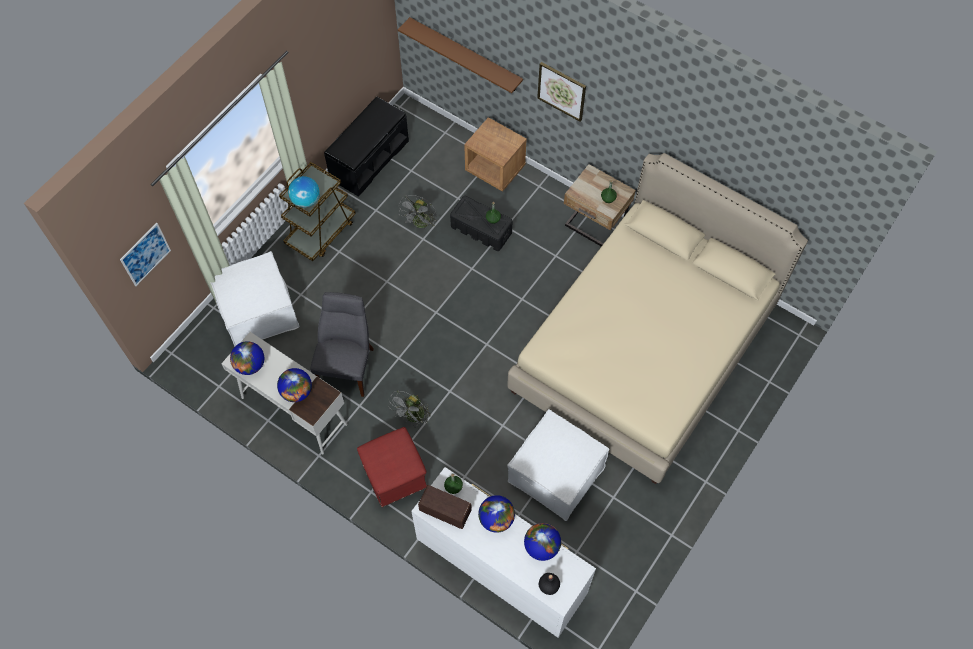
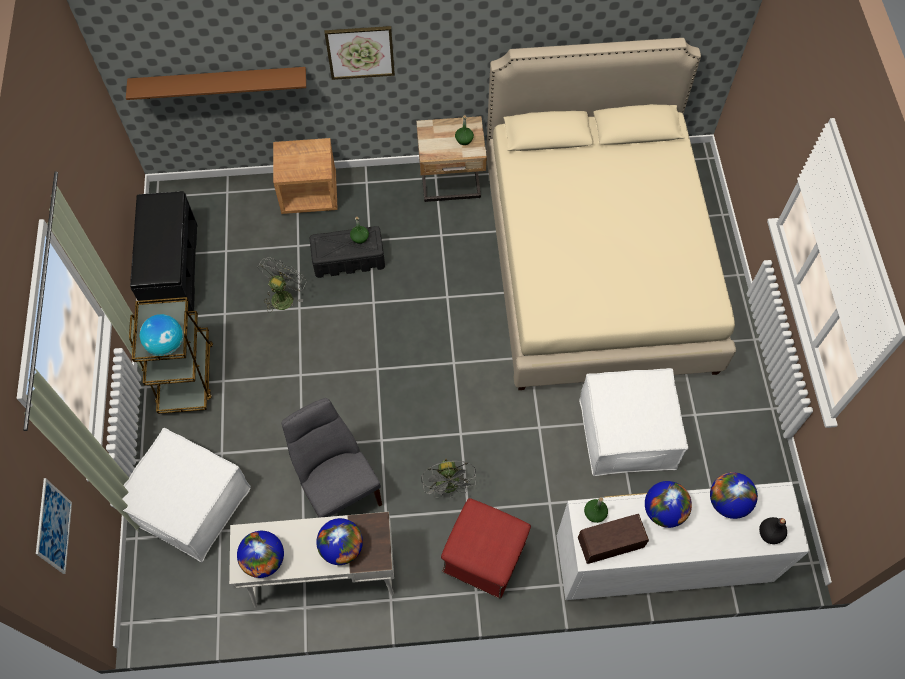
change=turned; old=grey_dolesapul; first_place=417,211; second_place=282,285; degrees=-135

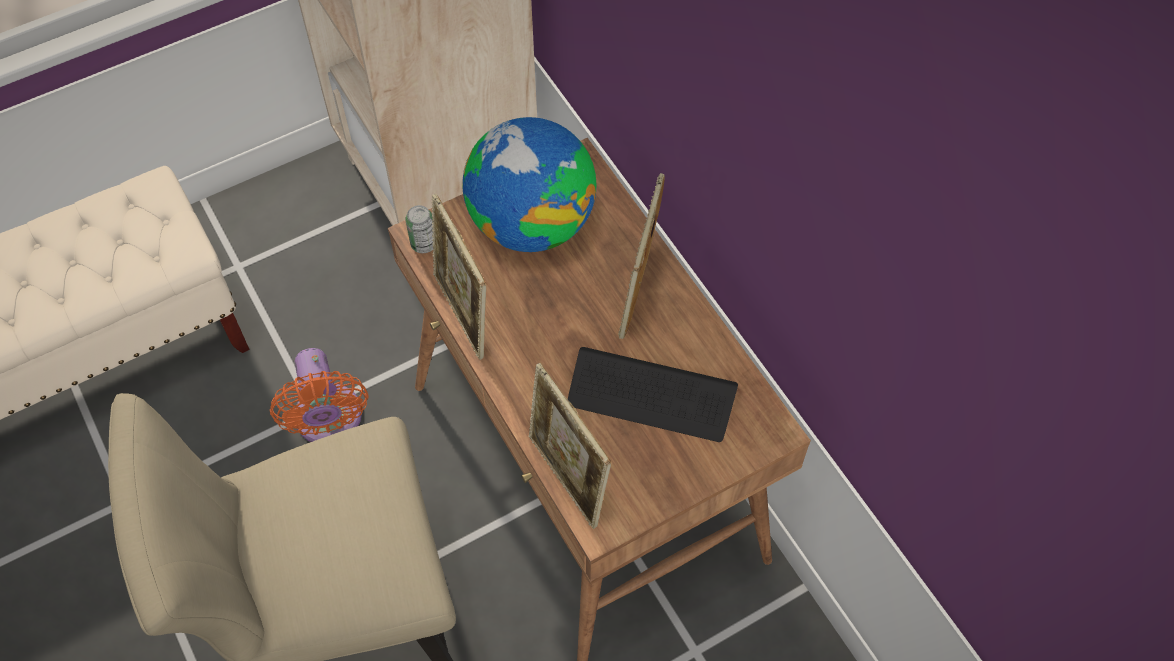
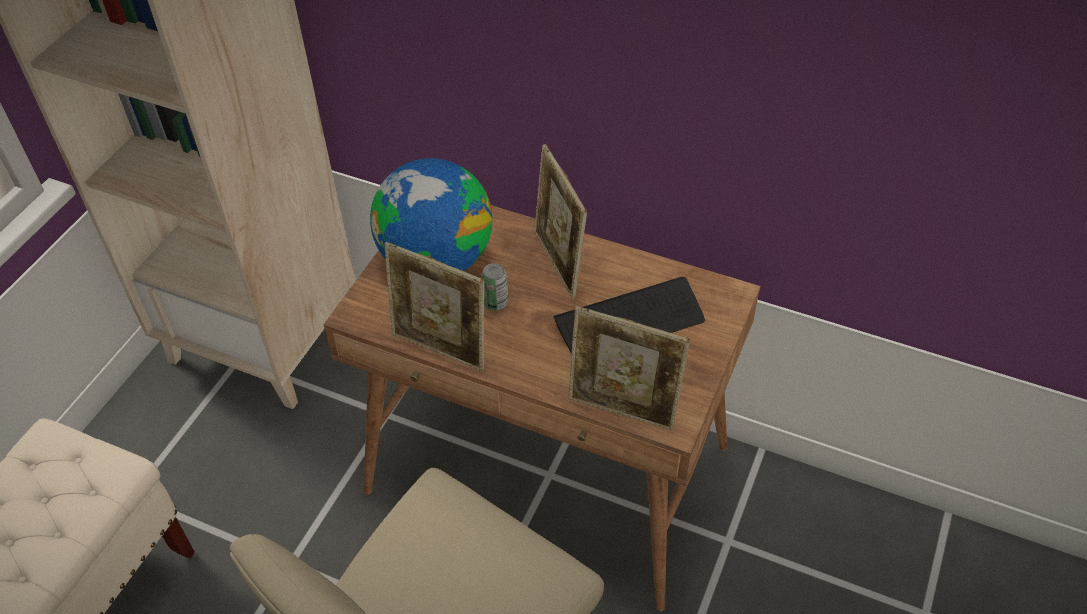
change=removed; old=orange_dolesapul; first_place=319,395
change=moved; old=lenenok; first_place=419,229; second_place=494,286

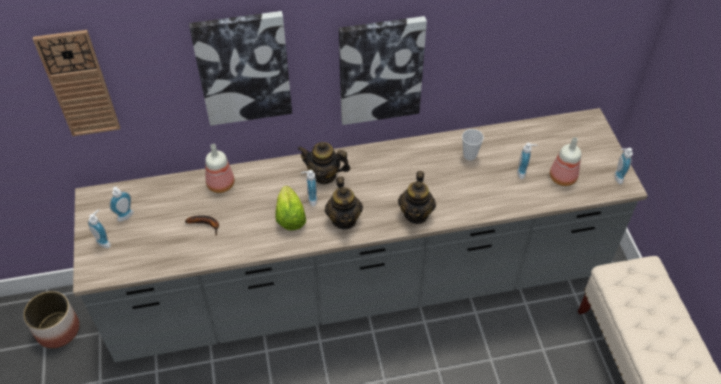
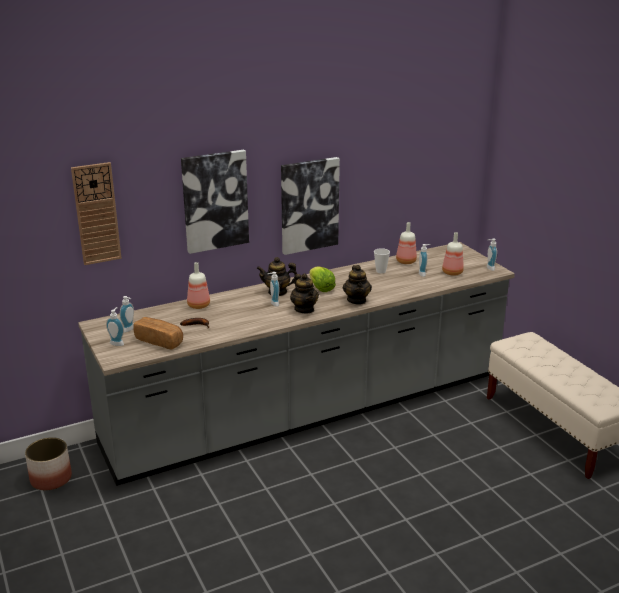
change=moved; old=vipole; first_place=290,208; second_place=323,279
change=added; new=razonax; second_place=158,333
change=added; new=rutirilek; second_place=406,243

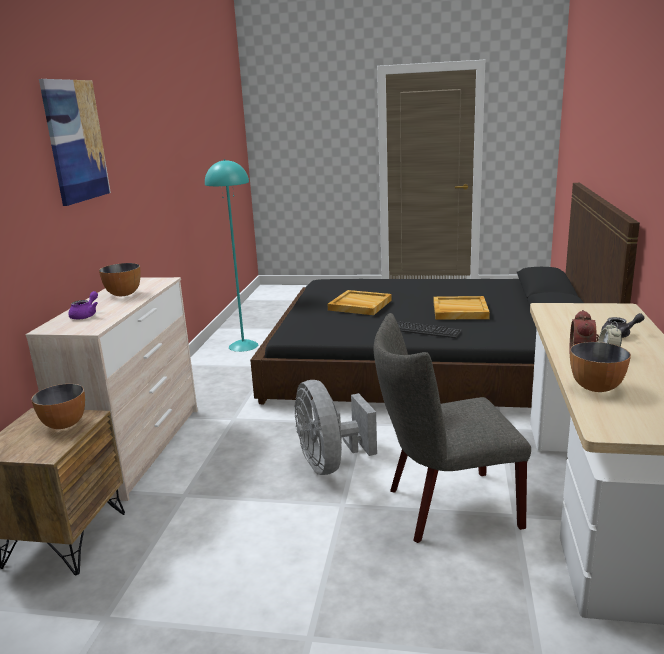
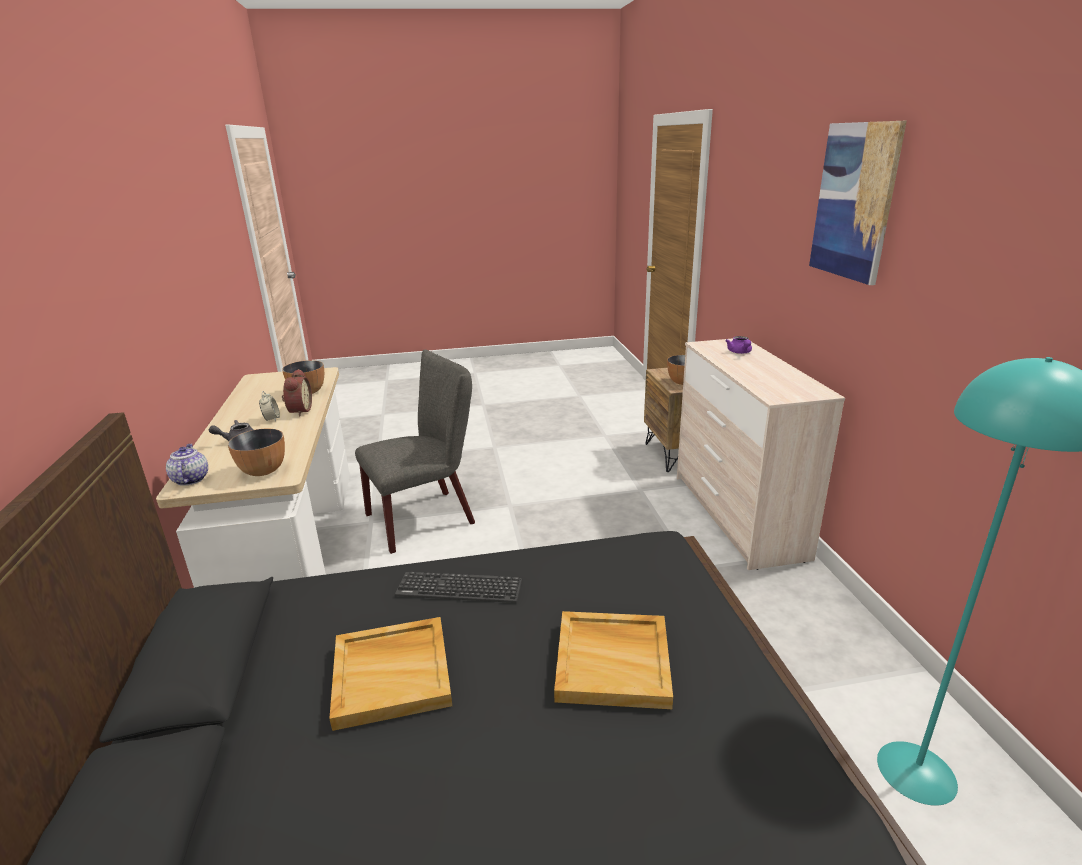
change=moved; old=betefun; first_place=120,279; second_place=256,452
change=removed; old=grey_dolesapul; first_place=335,427
change=added; new=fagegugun; second_place=187,465

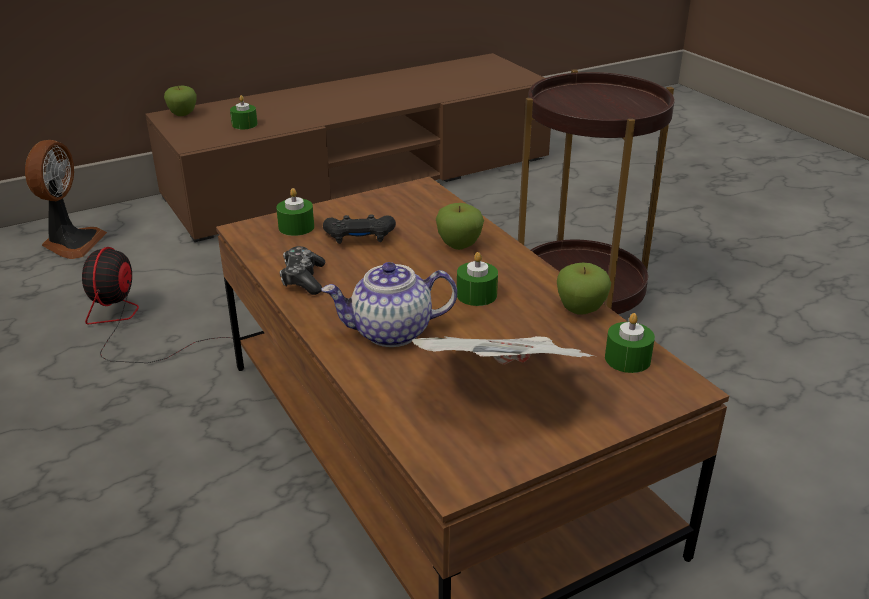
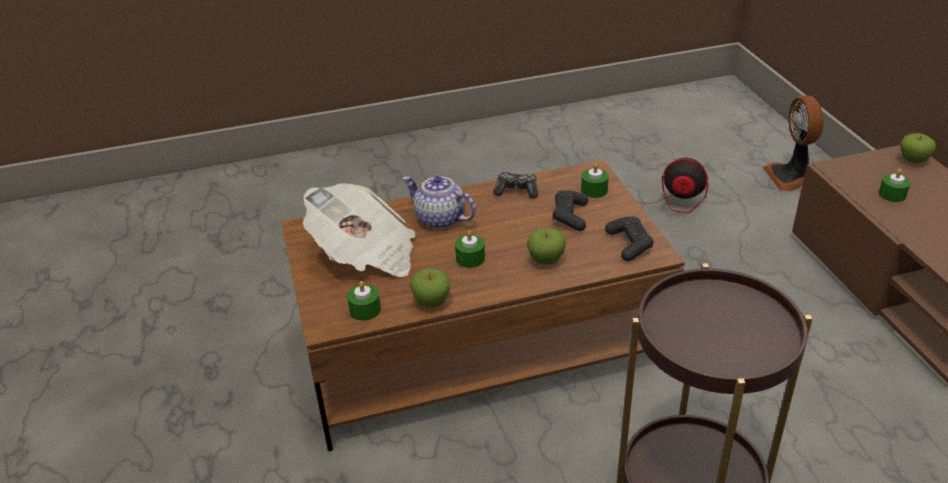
change=turned; old=dolesapul; first_place=66,199; second_place=793,143; degrees=60
change=turned; old=fagegugun; first_place=389,304; second_place=439,202; degrees=-60
change=added; new=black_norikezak; second_place=629,238

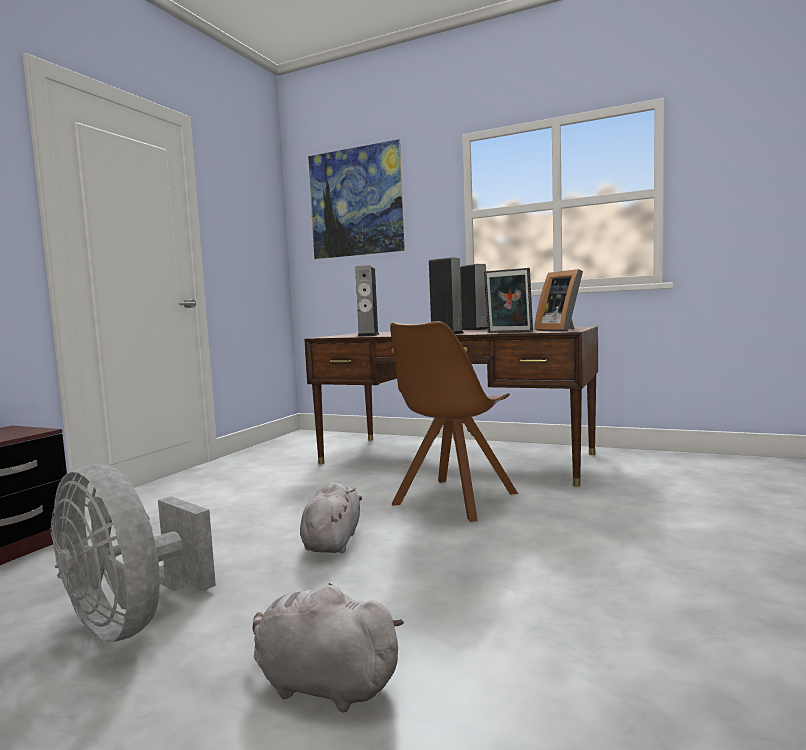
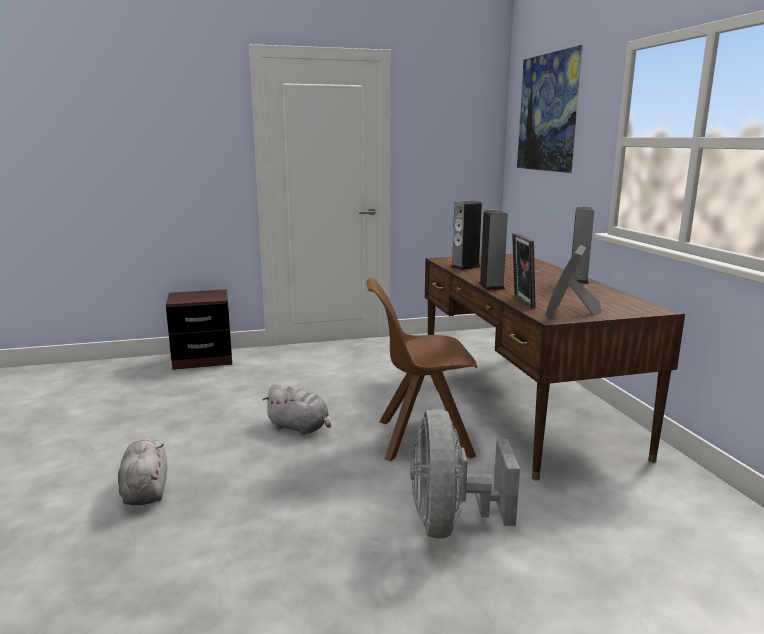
change=moved; old=grey_dolesapul; first_place=133,553; second_place=465,474
change=turned; old=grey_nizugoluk; first_place=331,517; second_place=297,409; degrees=60

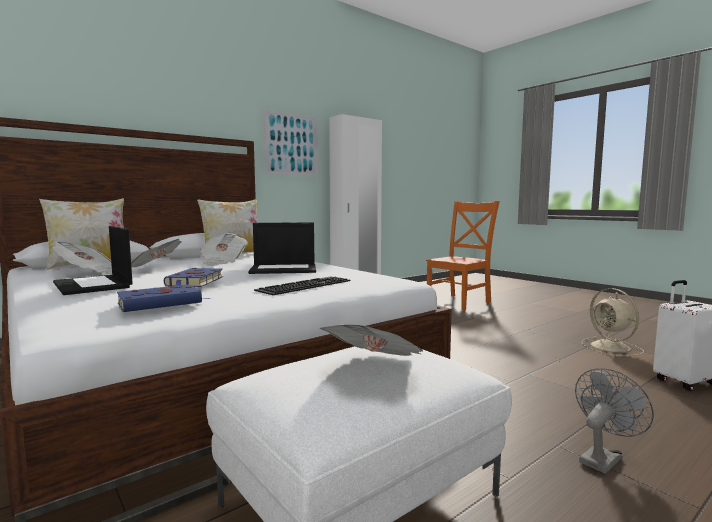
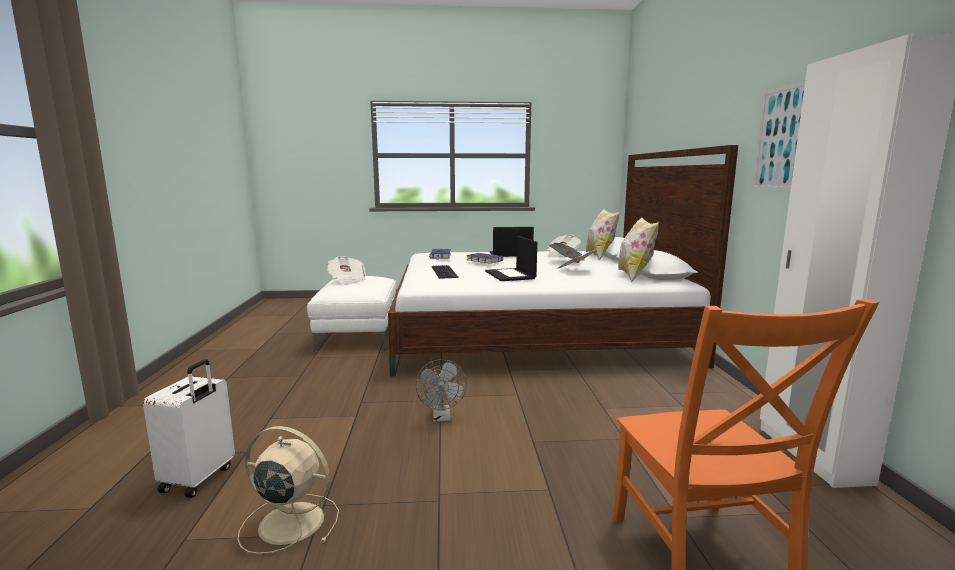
change=turned; old=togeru; first_place=282,248; second_place=511,258; degrees=-45
change=moved; old=grey_dolesapul; first_place=614,421; second_place=441,391

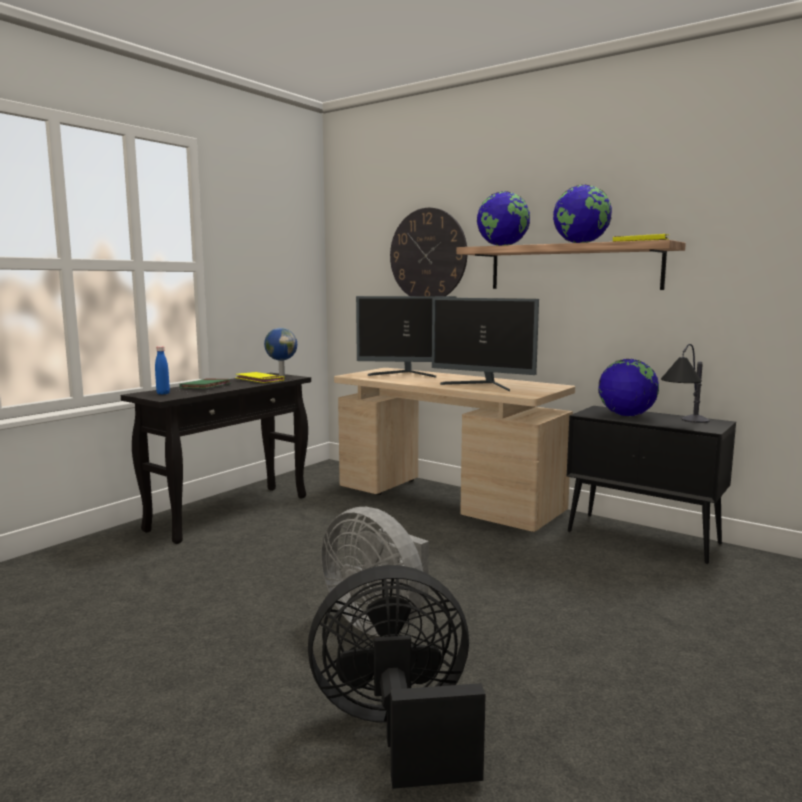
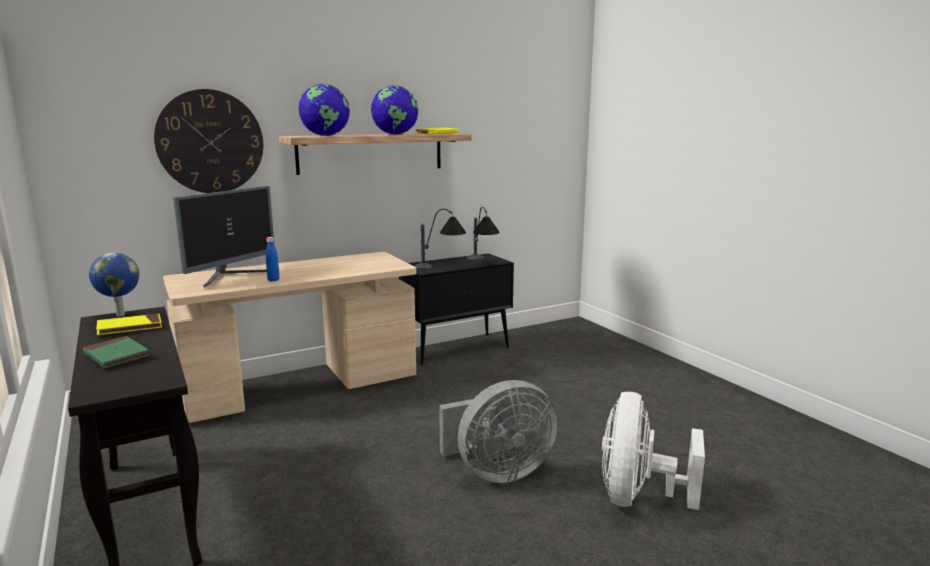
change=moved; old=blue_rutirilek; first_place=162,370; second_place=272,259
change=recoloured; old=black_dolesapul; new=white_dolesapul; first_place=397,677; second_place=653,451
change=removed; old=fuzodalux; first_place=485,344
change=replaced; old=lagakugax; new=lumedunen; first_place=628,387; second_place=440,239

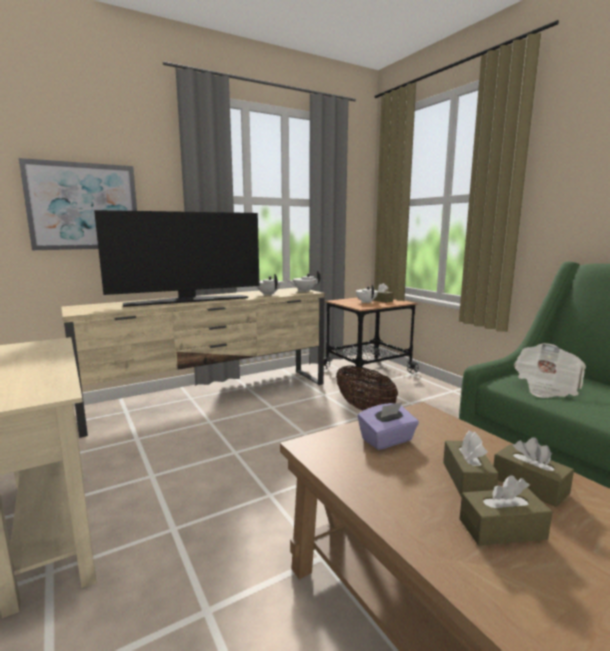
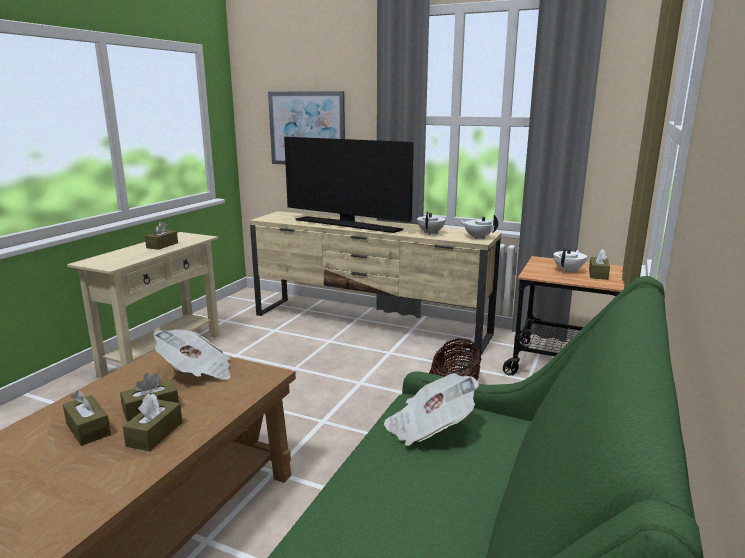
change=replaced; old=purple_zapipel; new=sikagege; first_place=388,426; second_place=192,354
change=added; new=brown_zapipel; second_place=161,235

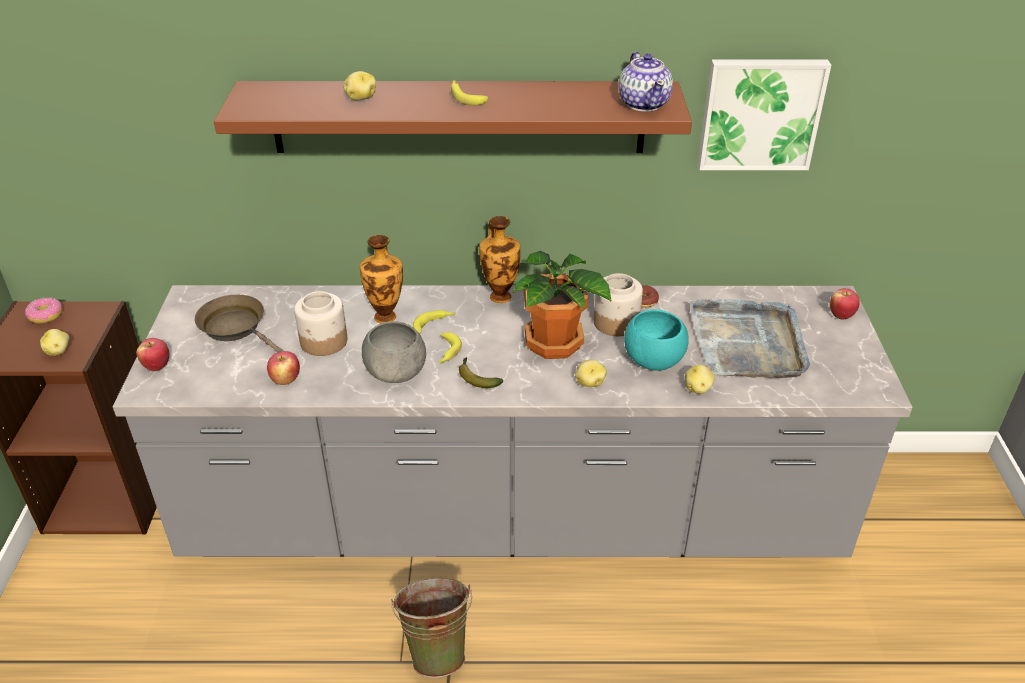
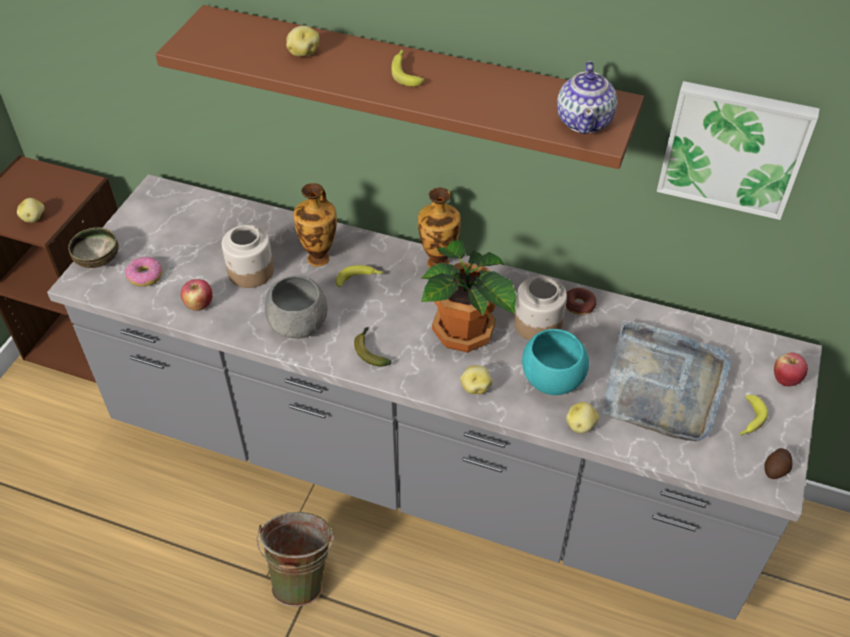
change=moved; old=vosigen; first_place=43,310; second_place=144,272
change=replaced; old=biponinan; new=betefun; first_place=153,354; second_place=93,247
change=removed; old=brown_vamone; first_place=239,323
change=moved; old=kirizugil; first_place=450,348; second_place=754,415
change=added; new=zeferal; second_place=778,463

